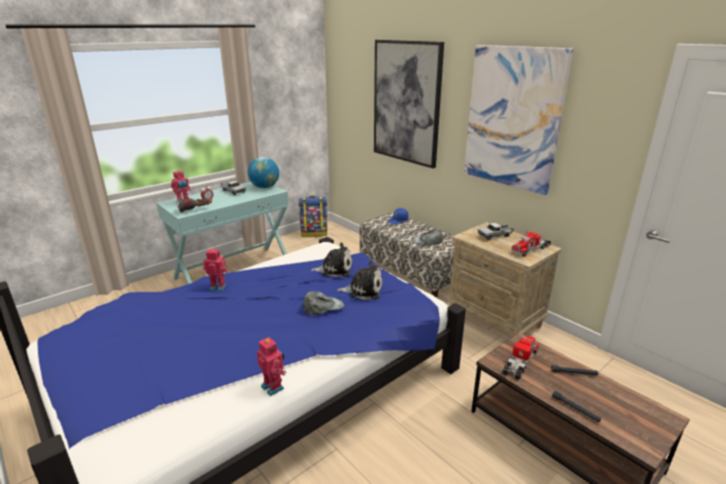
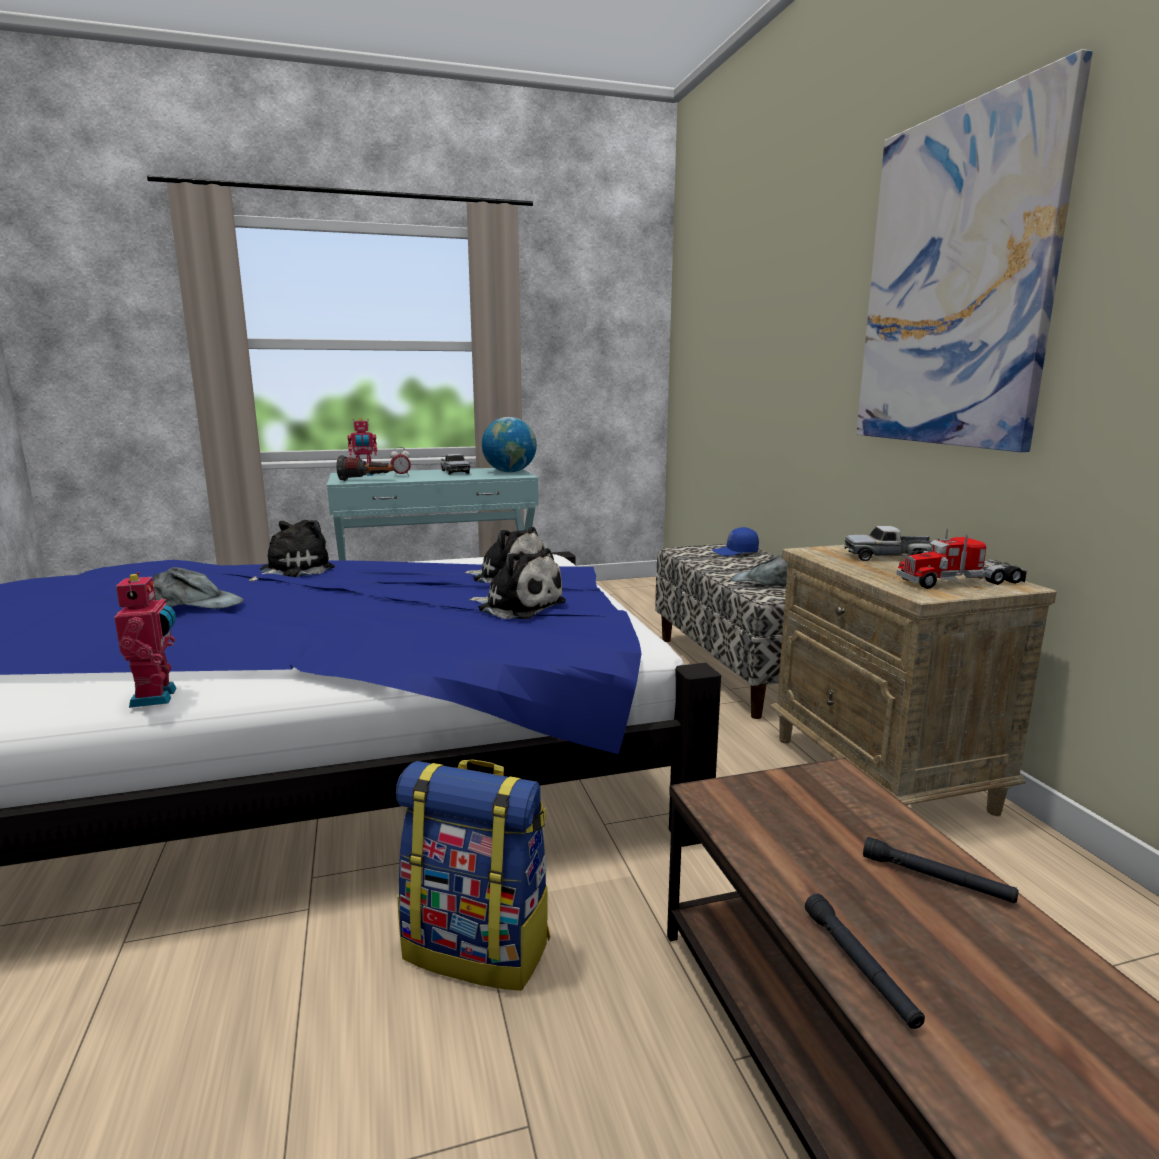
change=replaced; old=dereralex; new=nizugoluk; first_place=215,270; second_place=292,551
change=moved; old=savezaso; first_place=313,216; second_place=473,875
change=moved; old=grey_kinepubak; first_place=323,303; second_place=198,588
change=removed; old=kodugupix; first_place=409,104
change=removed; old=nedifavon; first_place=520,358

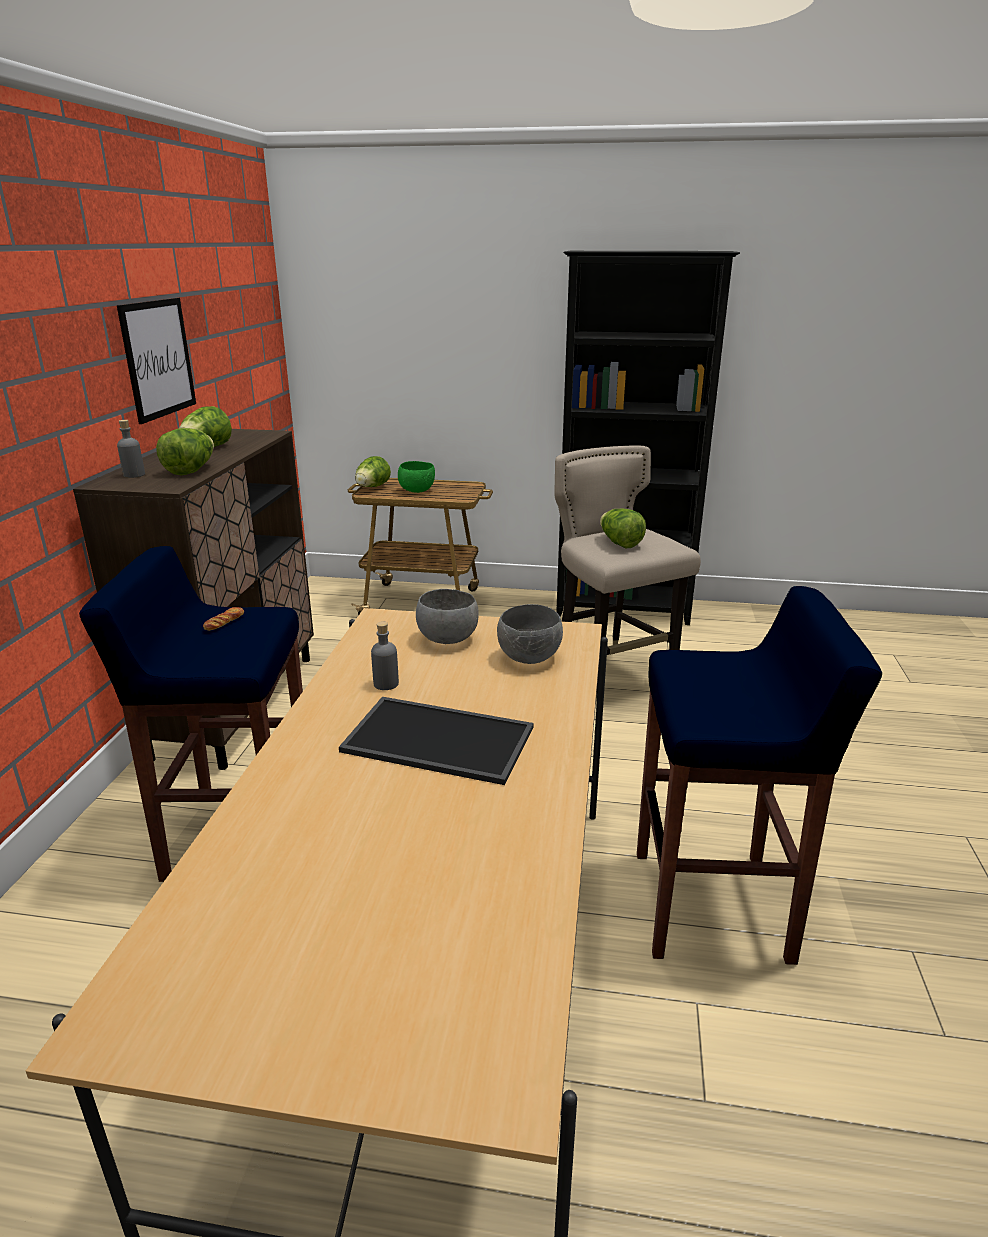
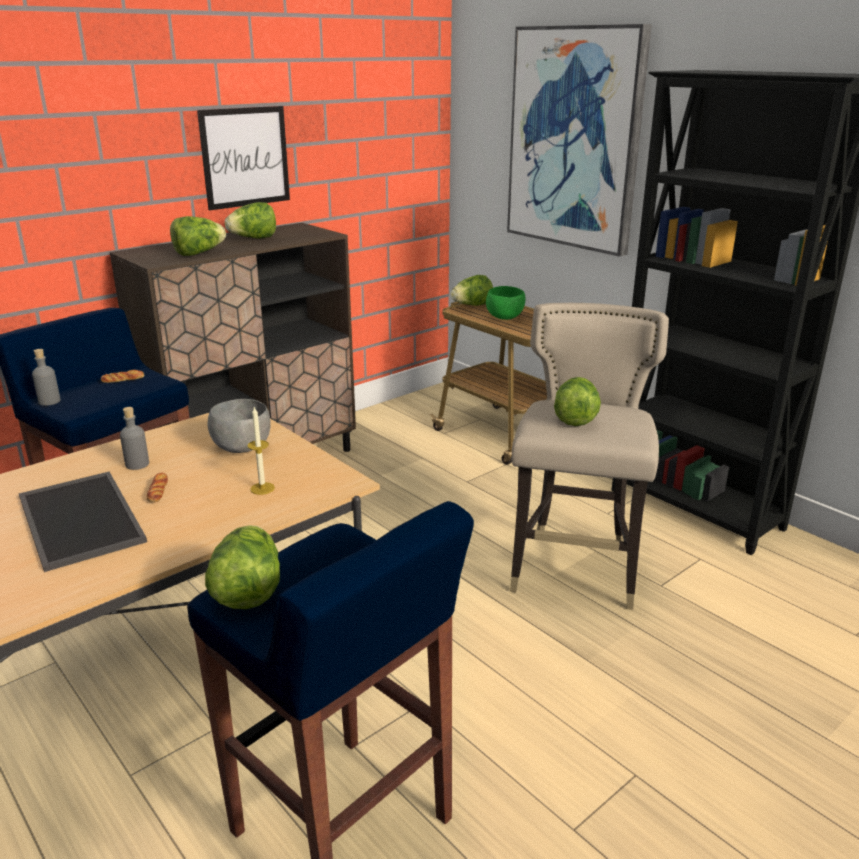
change=moved; old=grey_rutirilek; first_place=131,449; second_place=46,377
change=replaced; old=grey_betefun; new=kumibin; first_place=530,634; second_place=261,451
change=added; new=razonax; second_place=157,487
change=added; new=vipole; second_place=242,567
change=added; new=kodugupix; second_place=579,140

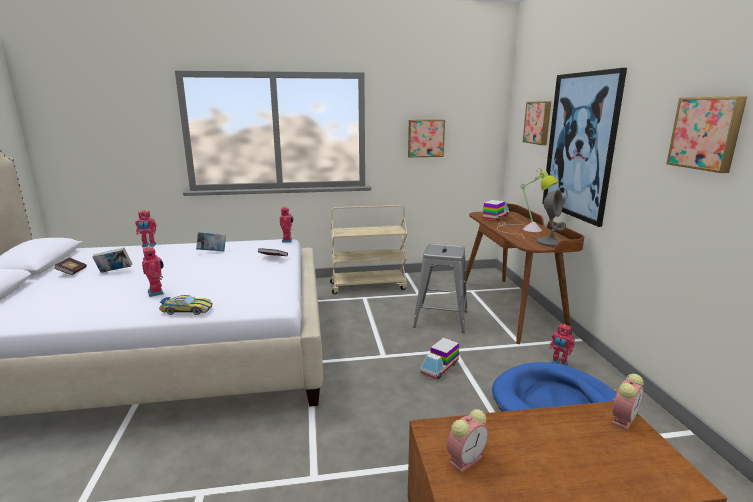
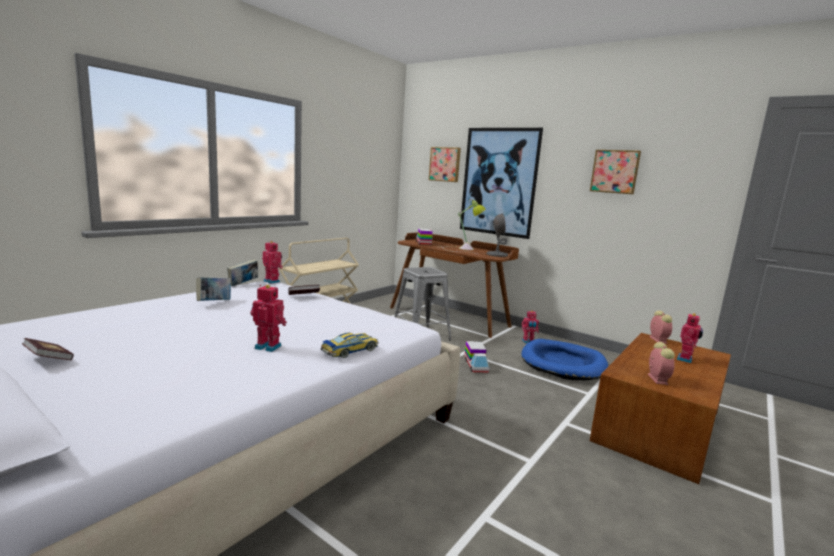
change=moved; old=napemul; first_place=112,260; second_place=242,272
change=moved; old=dereralex; first_place=146,228; second_place=689,338
change=removed; old=kodugupix; first_place=426,138

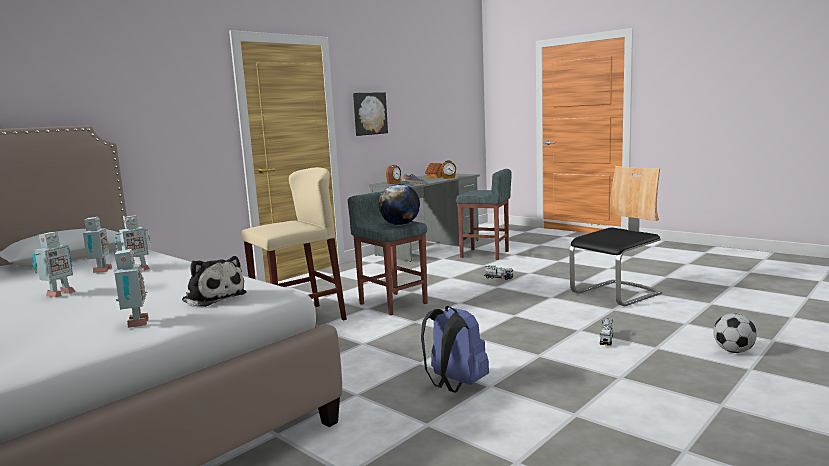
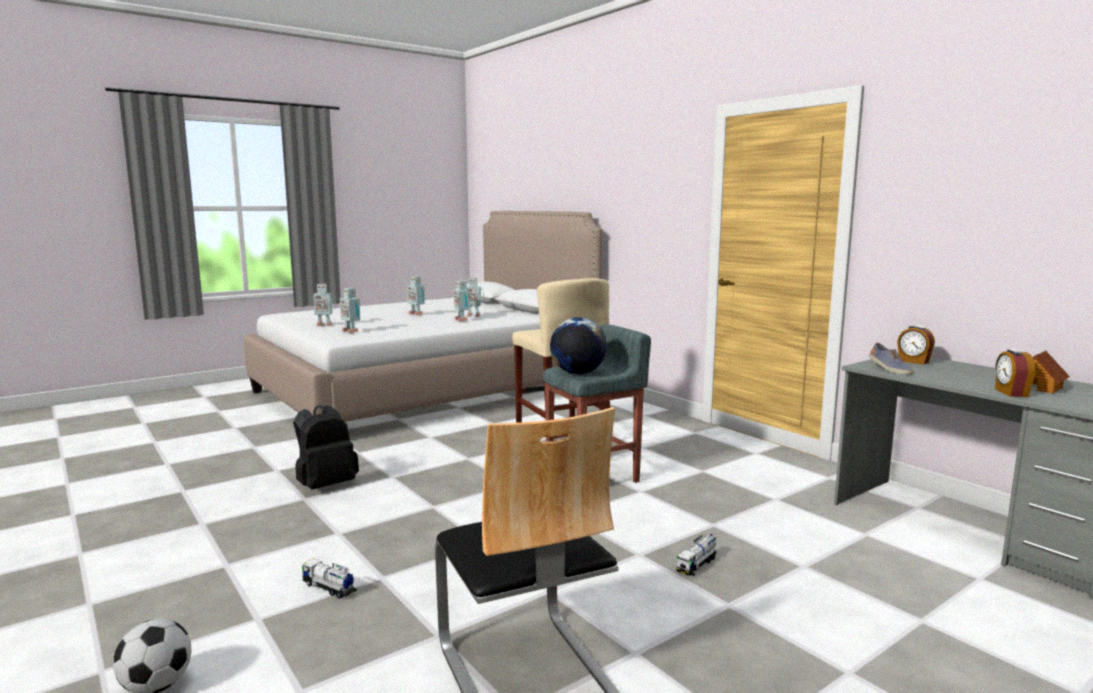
change=replaced; old=nizugoluk; new=dereralex; first_place=214,281; second_place=350,310
change=removed; old=kodugupix; first_place=370,114
change=recoloured; old=blue_savezaso; new=black_savezaso; first_place=455,349; second_place=326,447
change=removed; old=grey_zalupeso; first_place=484,214

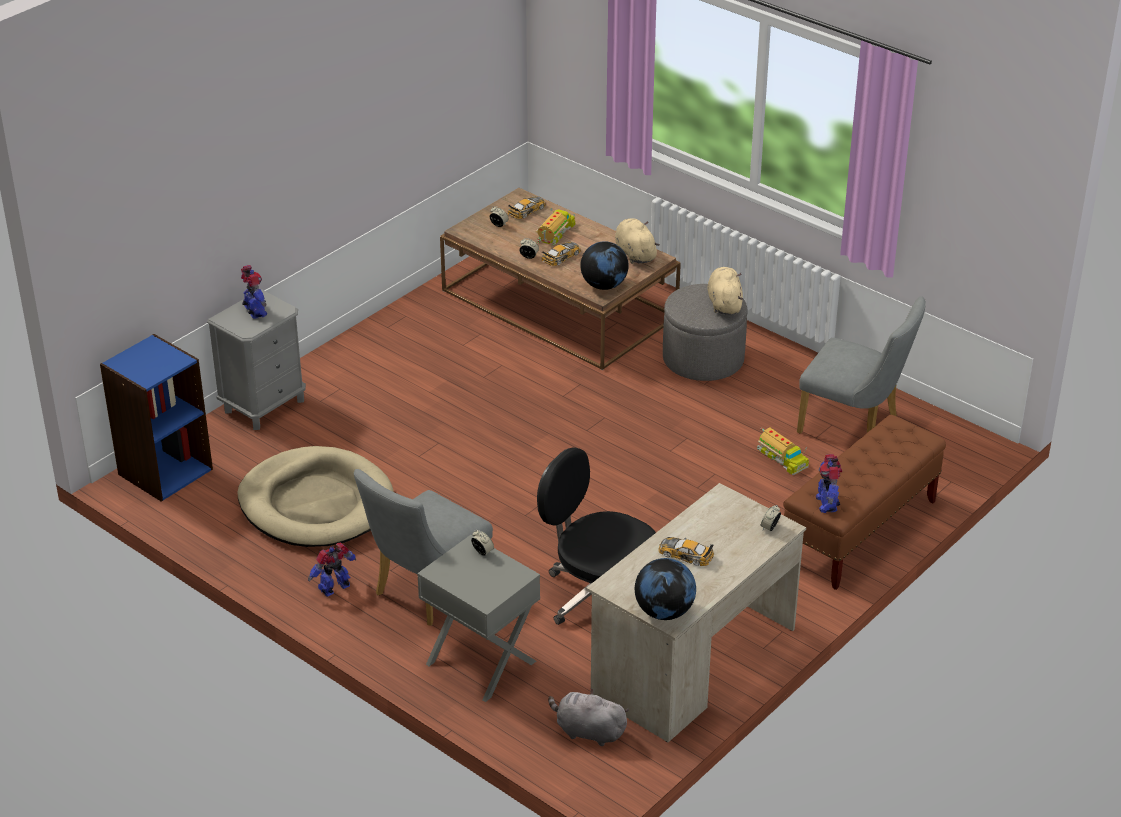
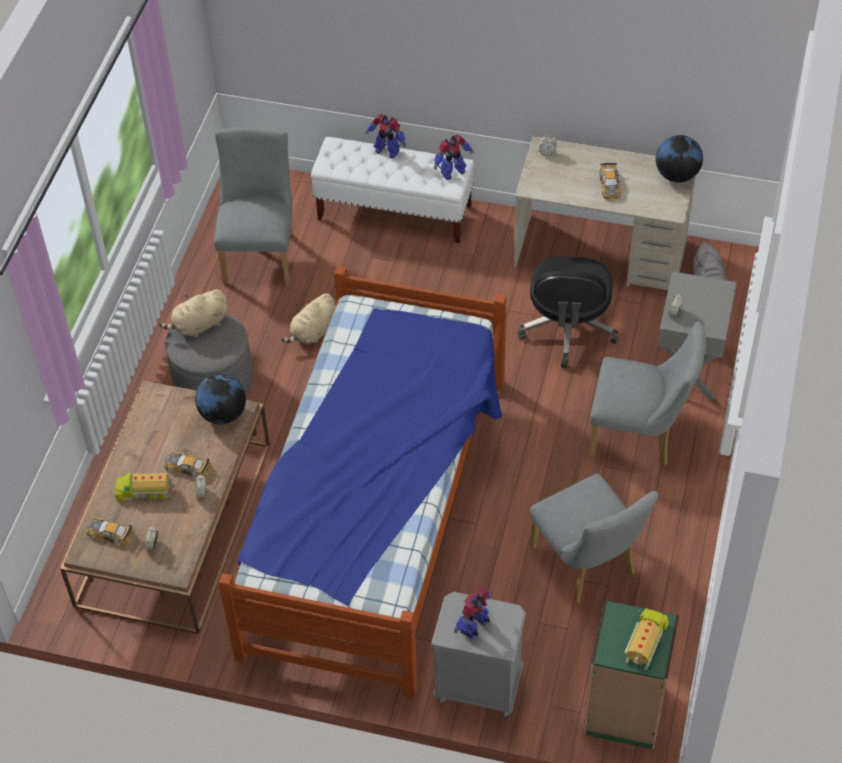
change=recoloured; old=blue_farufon; new=green_farufon; first_place=156,418; second_place=631,674
change=replaced; old=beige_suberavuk; new=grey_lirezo; first_place=316,496; second_place=594,538
change=moved; old=dereralex; first_place=332,569; second_place=386,136
change=moved; old=beige_nizugoluk; first_place=637,241; second_place=308,318
change=moved; old=nedifavon; first_place=783,451; second_place=647,639
change=recoloured; old=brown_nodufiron; new=white_nodufiron; first_place=864,502; second_place=392,190
change=added; new=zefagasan; second_place=362,482

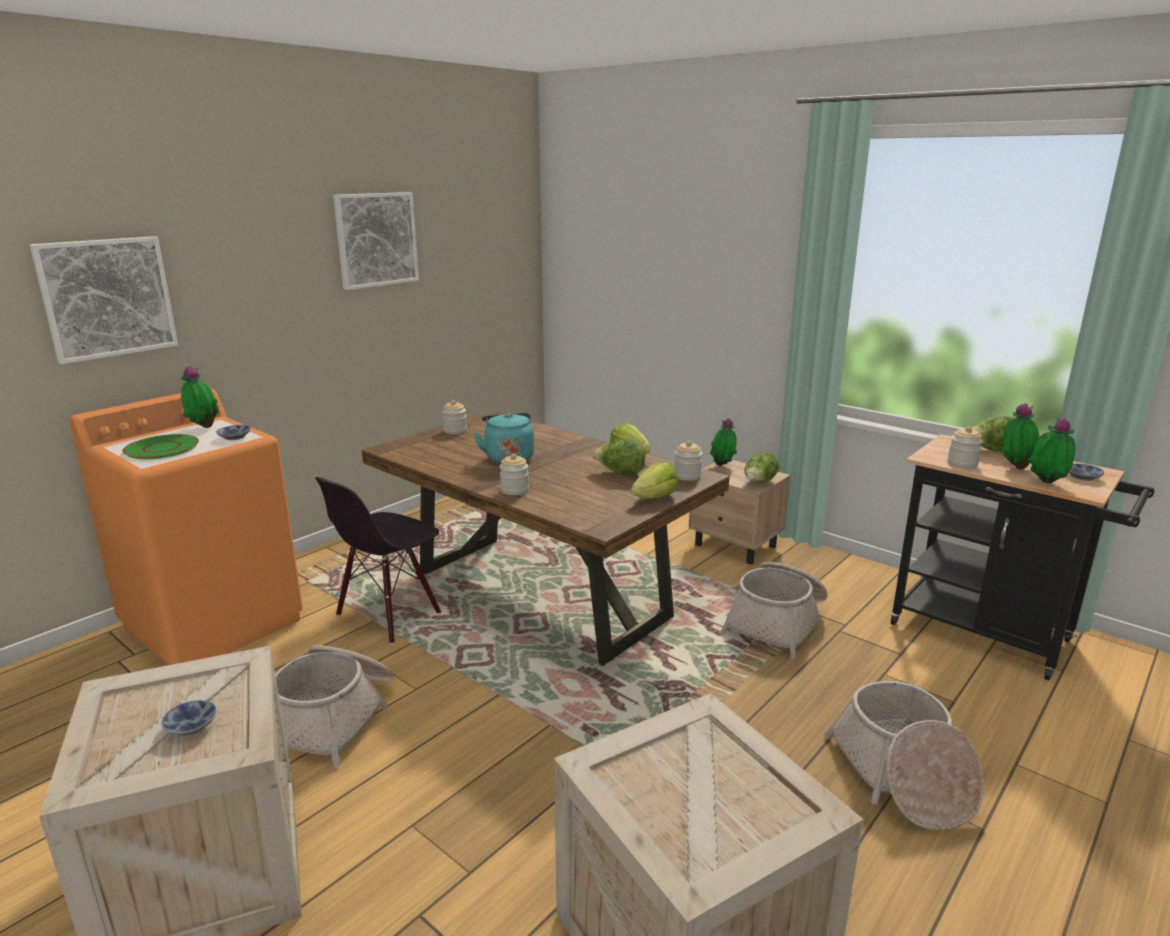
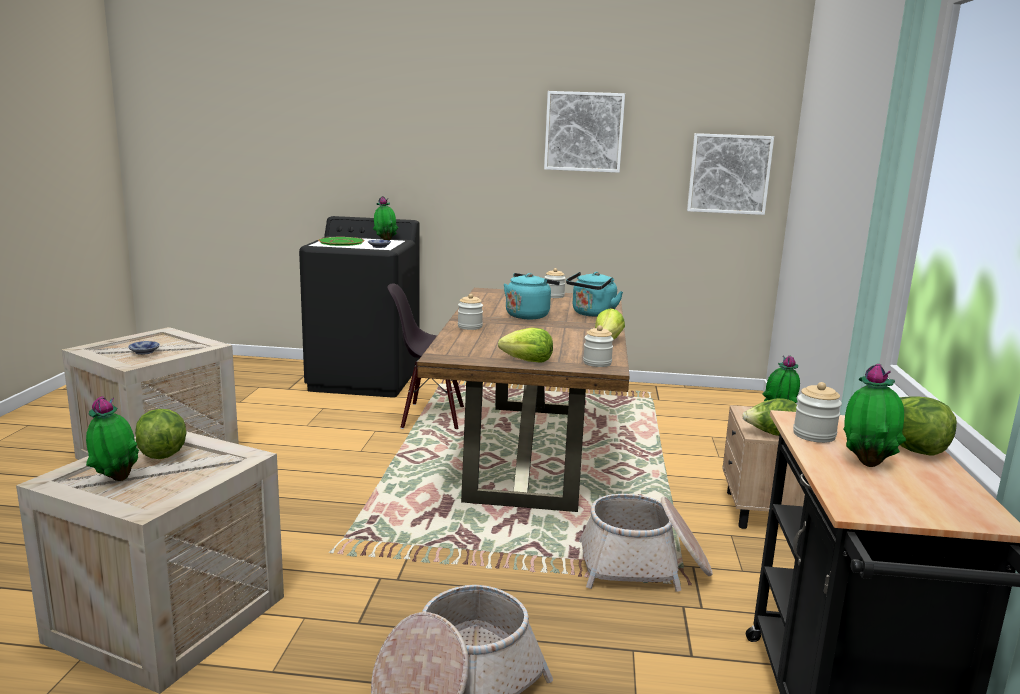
change=moved; old=kodugupix; first_place=104,300; second_place=730,174
change=recoloured; old=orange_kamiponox; new=black_kamiponox; first_place=186,526; second_place=359,307
change=removed; old=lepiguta; first_place=334,706
change=moved; old=vipole; first_place=618,457; second_place=161,434
change=moved; old=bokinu; first_place=1051,450; second_place=112,438
change=removed; old=betefun; first_place=1086,472
change=added; new=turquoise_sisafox; second_place=594,294

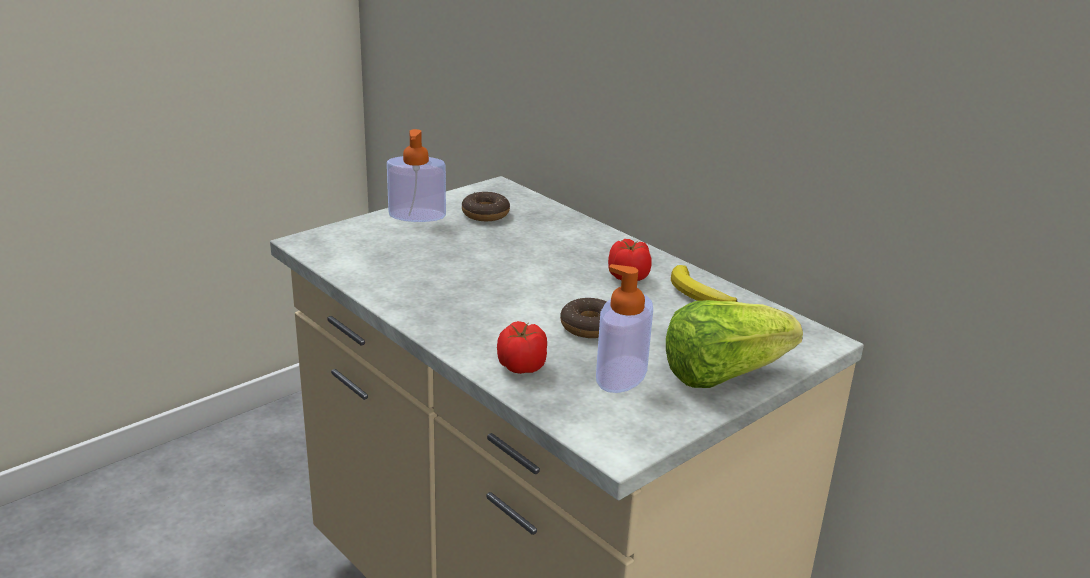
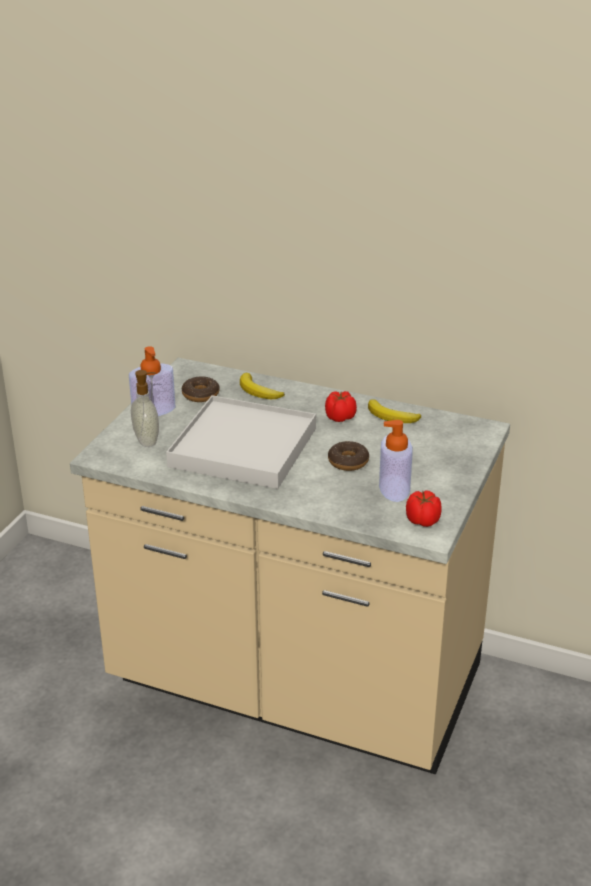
change=moved; old=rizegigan; first_place=522,347; second_place=424,508
change=removed; old=vipole; first_place=734,344
change=added; new=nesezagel; second_place=145,408
change=added; new=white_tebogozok; second_place=241,442
change=added; new=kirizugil; second_place=262,386

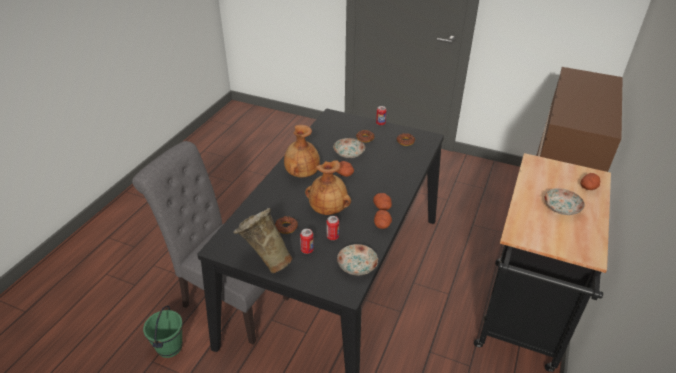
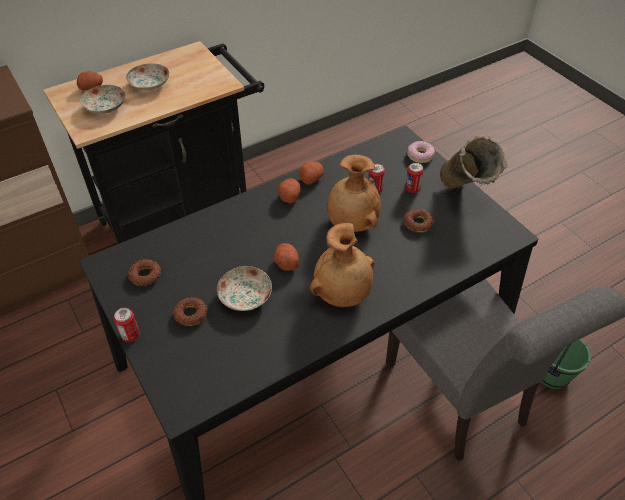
change=moved; old=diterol; first_place=357,260; second_place=103,99
change=added; new=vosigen; second_place=421,152

